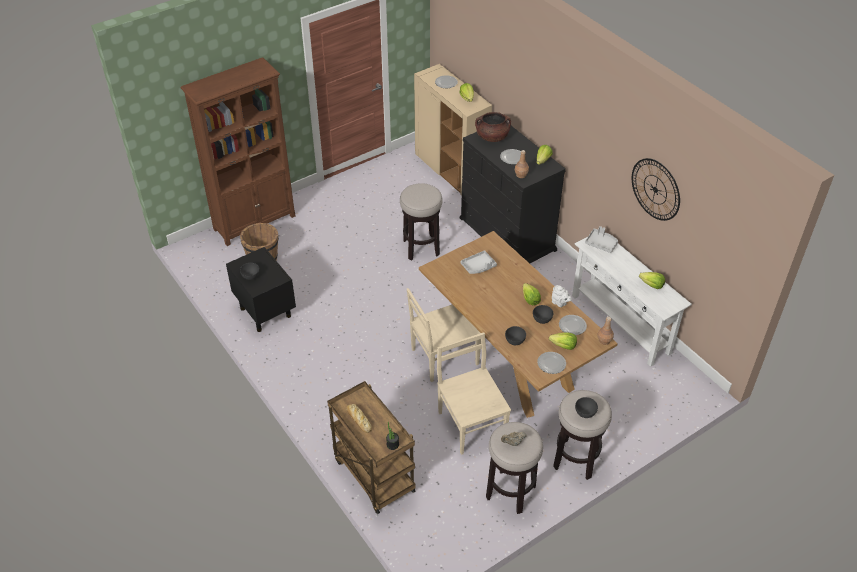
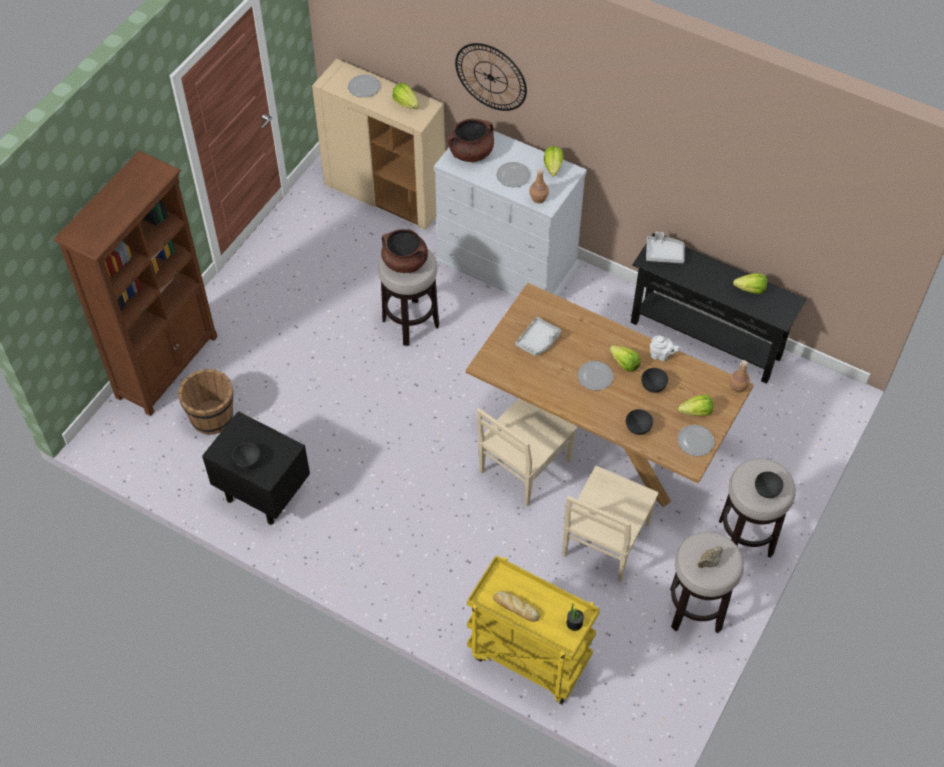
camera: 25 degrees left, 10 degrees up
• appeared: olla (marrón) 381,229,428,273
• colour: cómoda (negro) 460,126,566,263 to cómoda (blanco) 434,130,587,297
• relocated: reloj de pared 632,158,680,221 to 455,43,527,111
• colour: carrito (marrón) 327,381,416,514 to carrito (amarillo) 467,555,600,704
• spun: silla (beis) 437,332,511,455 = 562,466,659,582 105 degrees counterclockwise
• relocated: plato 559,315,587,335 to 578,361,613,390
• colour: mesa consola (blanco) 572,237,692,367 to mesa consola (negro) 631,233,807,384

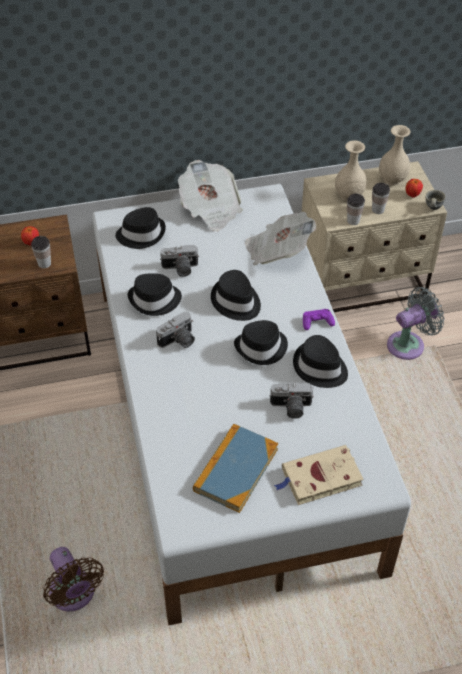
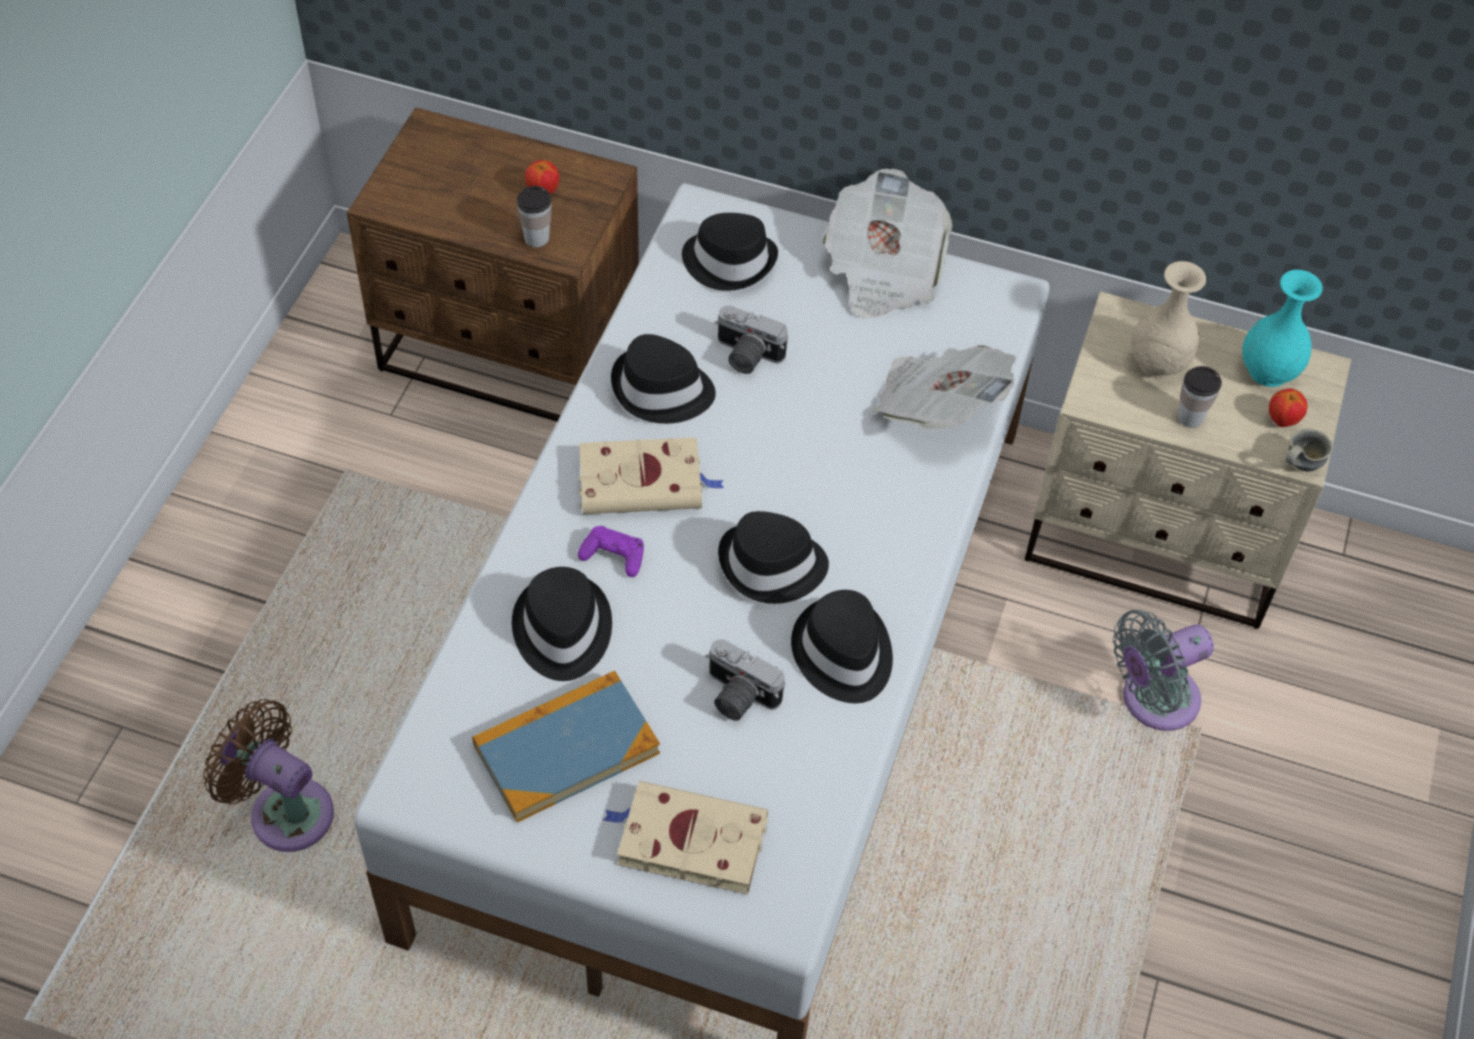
camera: 30 degrees right, 5 degrees up
• spun: ventilador (marrón) 43,547,104,611 = 203,699,334,852 120 degrees clockwise
• relocated: sombrero (negro) 211,270,261,321 to 512,567,612,681
• relocated: mando de consola (morado) 303,309,335,330 to 578,526,644,577
• exchanged: cámara 156,311,195,348 to libro (beis) 579,437,724,514
• spun: ventilador (gris) 387,287,444,360 = 1113,610,1214,731 150 degrees clockwise
• colour: florero (beis) 379,125,410,186 to florero (turquesa) 1242,270,1323,387
• missing: taza 347,194,365,225

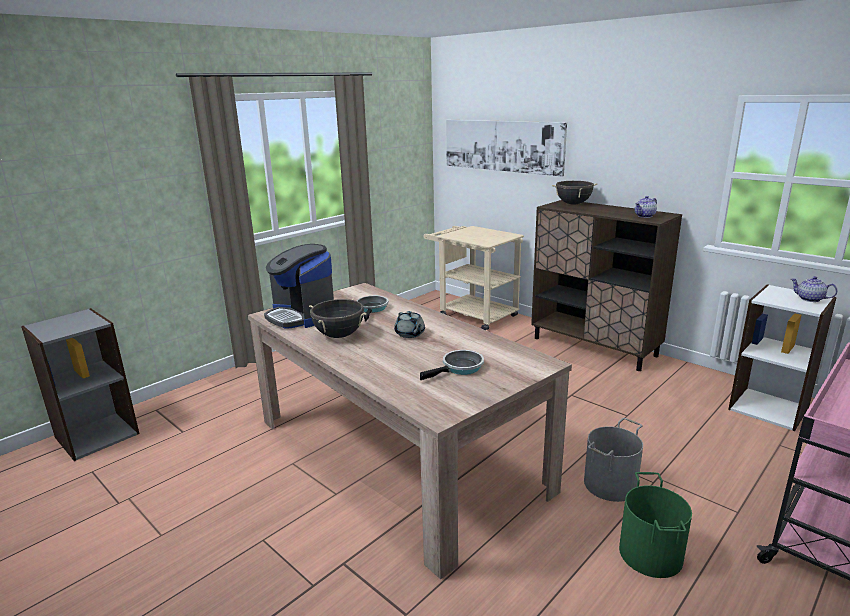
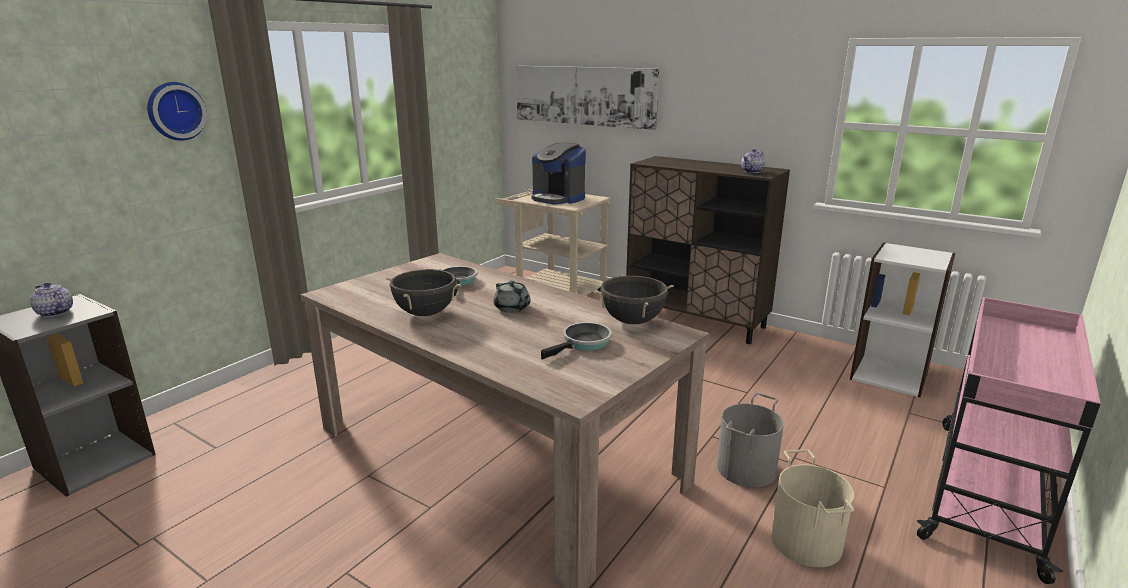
camera: 10 degrees left, 0 degrees up
• relocated: tetera 791,276,837,302 to 30,282,73,317
• appeared: reloj de pared 147,82,207,141
• relocated: cafetera 264,244,334,329 to 531,143,586,204
• relocated: olla (negro) 552,181,597,205 to 593,274,674,324
• colour: cubo (verde) 619,472,692,578 to cubo (beis) 771,450,854,567

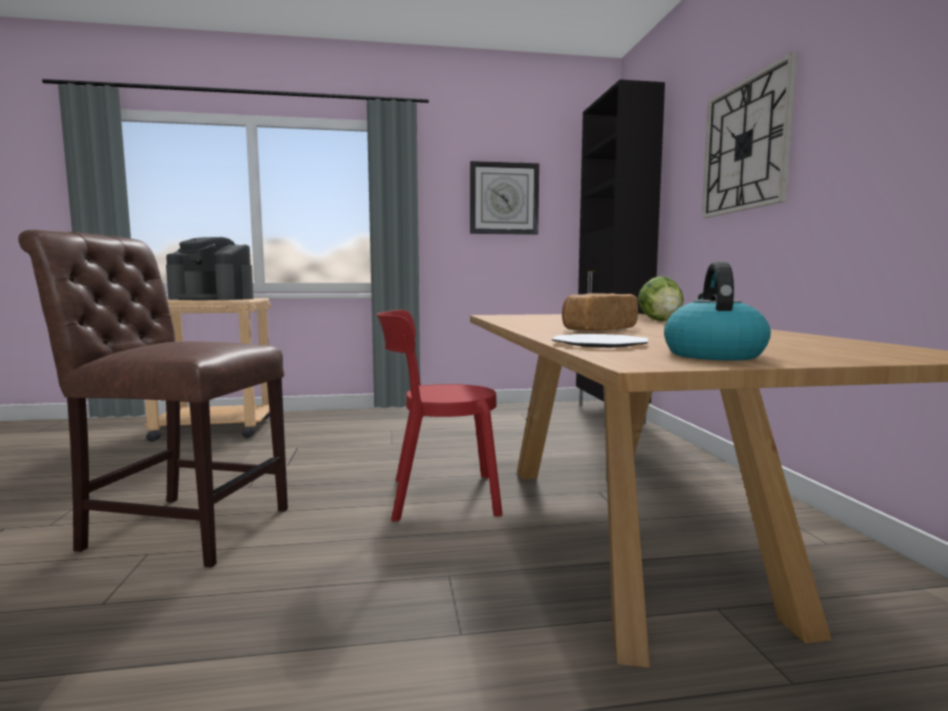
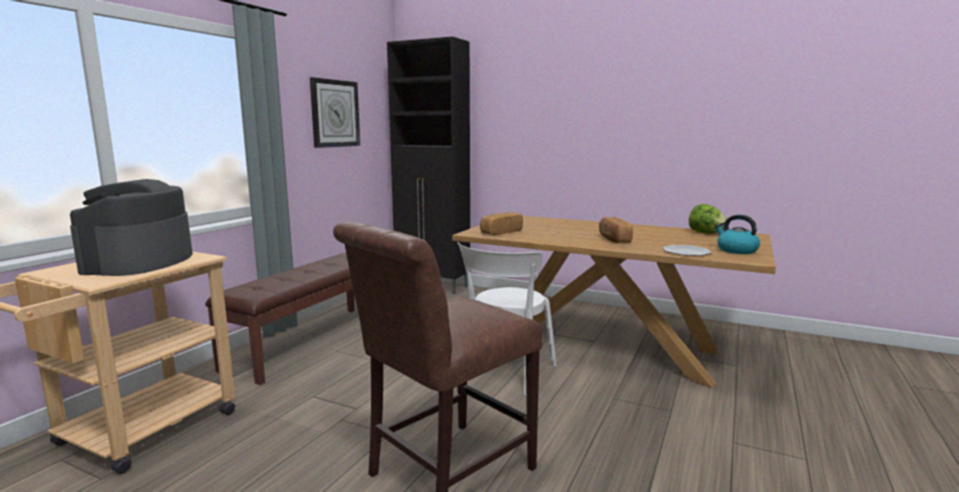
camera: 55 degrees left, 5 degrees up
• spun: cafetera 166,237,254,300 = 70,179,193,276 135 degrees clockwise
• appeared: banco (marrón) 205,253,355,385
• colour: silla (rojo) 376,310,503,522 to silla (blanco) 458,243,557,395
• appeared: pan 480,212,523,235
• relocated: lechuga 638,276,684,321 to 689,204,727,234
• missing: reloj de pared 702,52,798,218

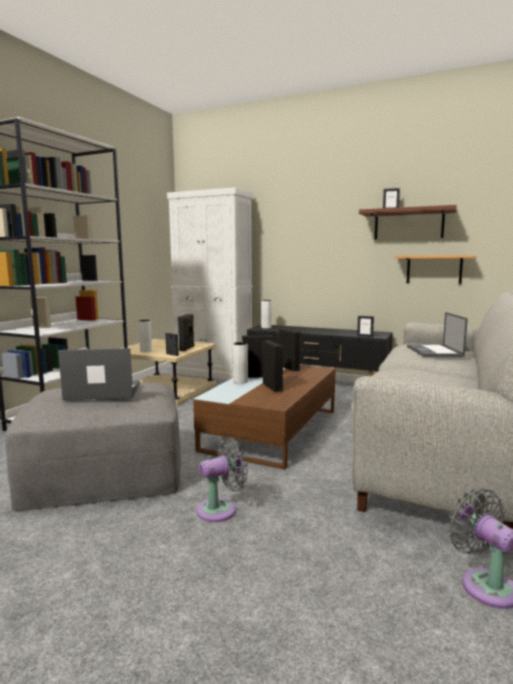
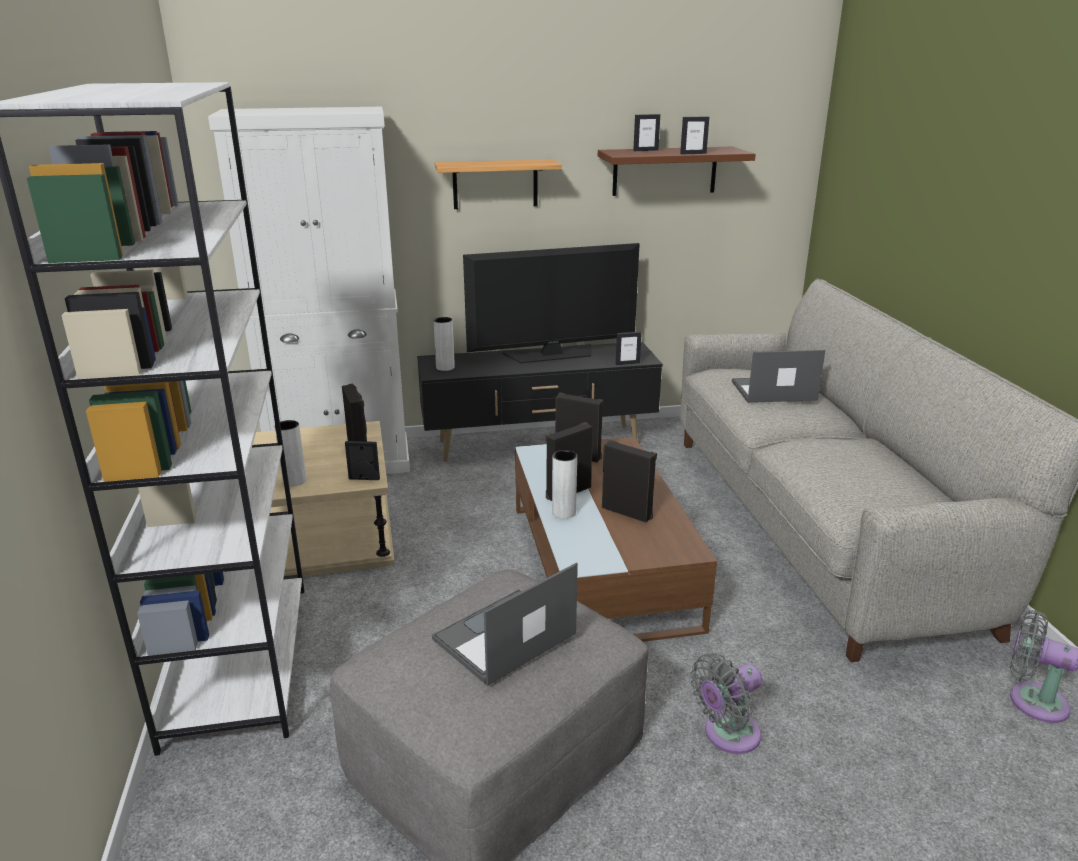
camera: 35 degrees left, 15 degrees up
• relocated: estante 395,255,476,284 to 435,159,562,209
• appeared: televisor 463,243,640,363
• appeared: portarretratos 680,117,709,154
• spun: ventilador (gris) 197,437,248,522 = 690,653,762,754 150 degrees counterclockwise
• spun: portátil 407,312,468,357 = 732,350,825,403 120 degrees clockwise

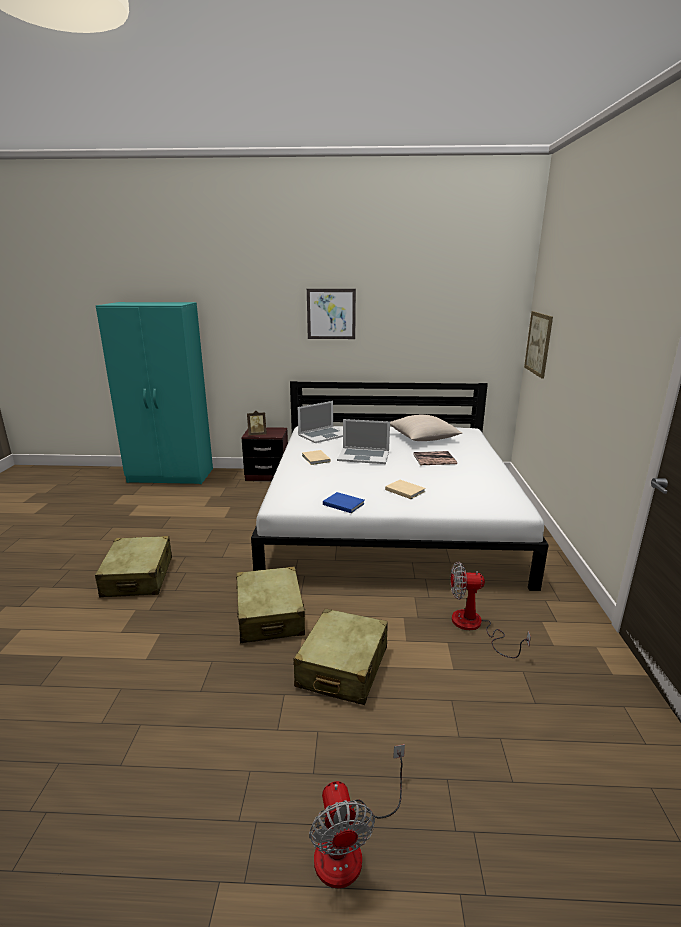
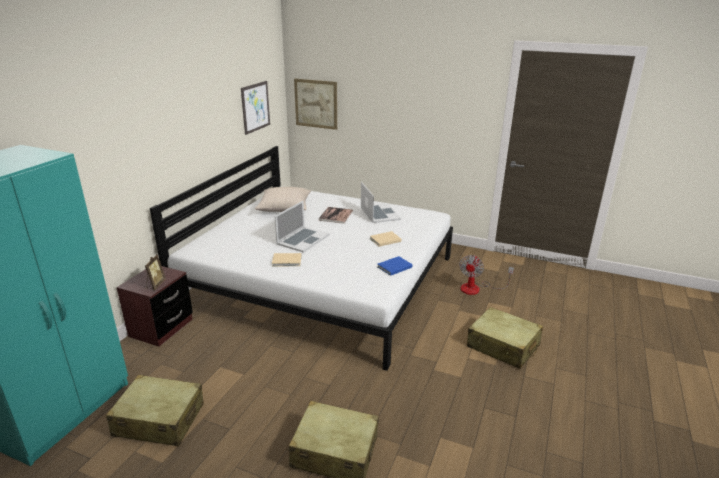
camera: 70 degrees left, 5 degrees up
• relocated: maleta (beis) 236,566,306,643 to 106,374,204,446
• relocated: cuadro 307,289,356,339 to 241,81,270,135
• relocated: portátil 298,401,343,443 to 361,182,401,223
• missing: ventilador 309,744,405,888

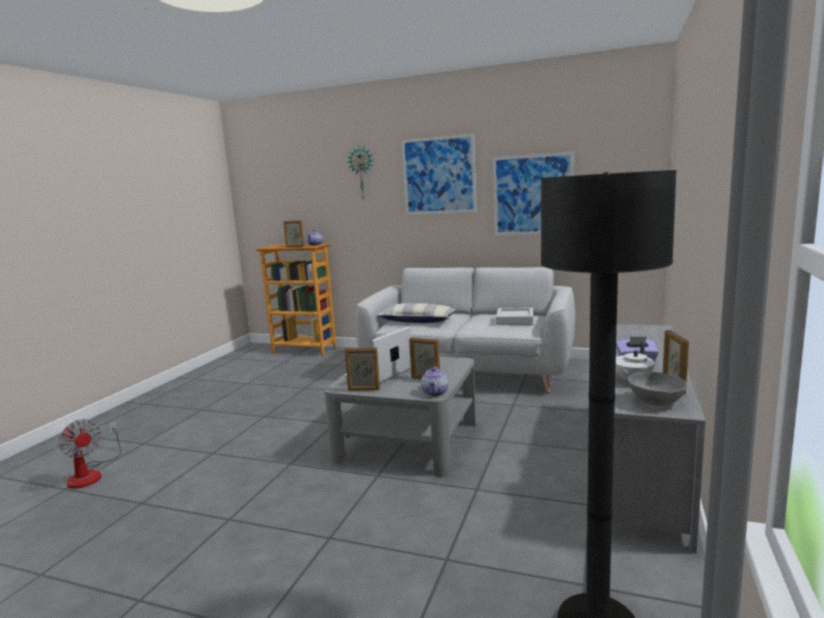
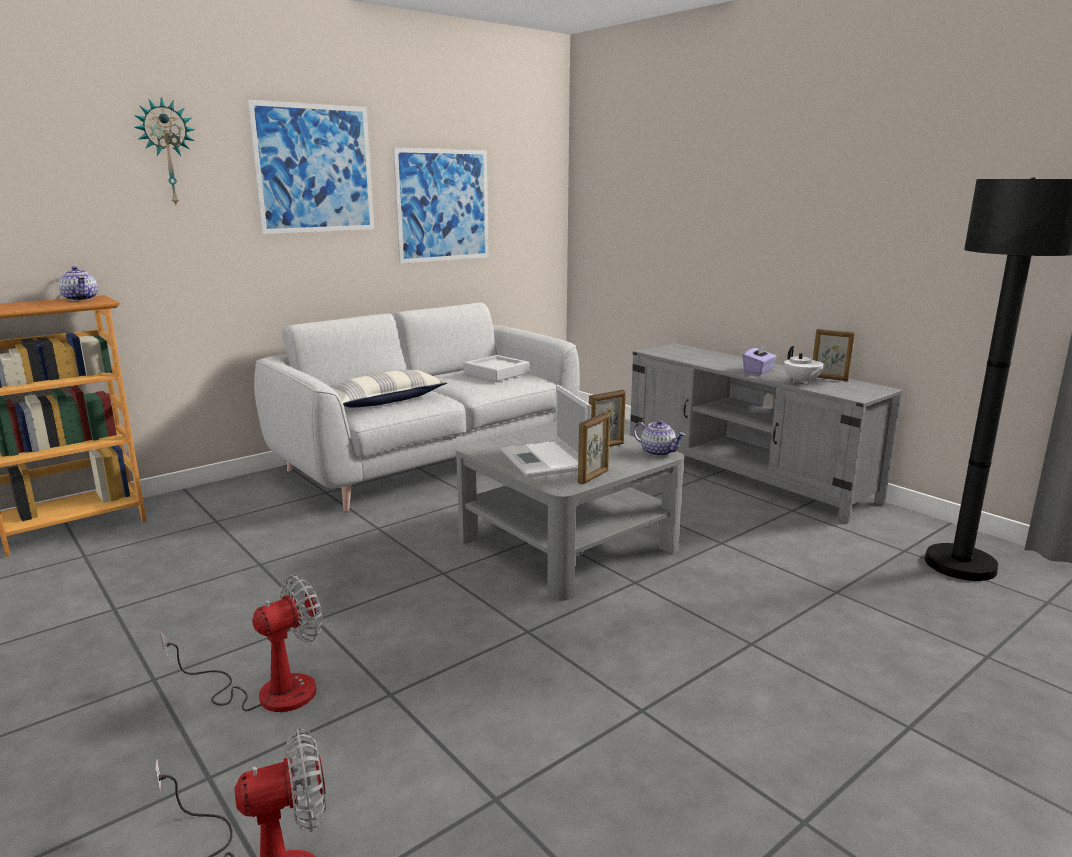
camera: 60 degrees left, 5 degrees up
• appeared: ventilador 160,575,322,712
• missing: portarretratos 283,220,304,247
• missing: cuenco (gris) 628,372,687,406

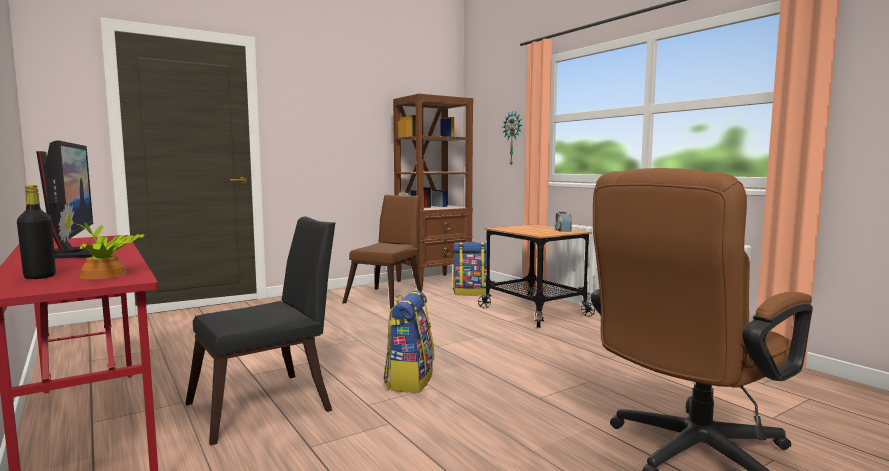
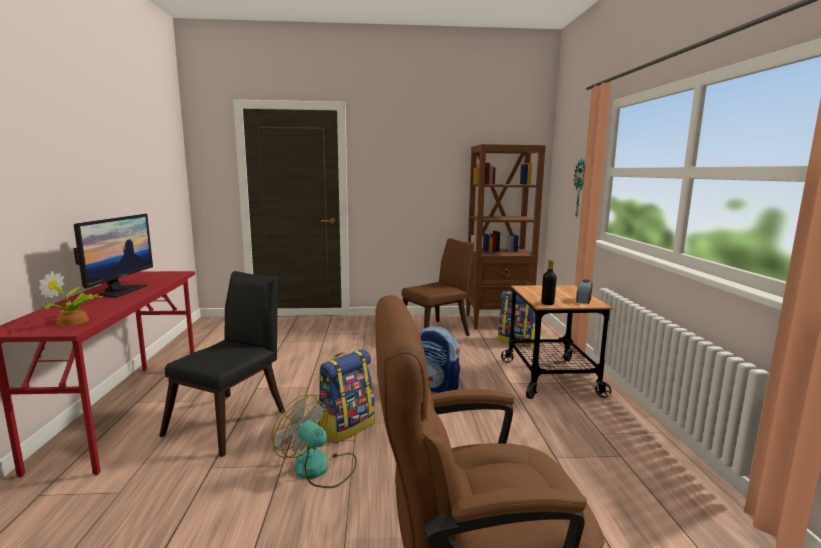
camera: 30 degrees right, 5 degrees up
• spun: silla (negro) 185,216,335,446 = 159,271,285,457 60 degrees counterclockwise
• appeared: ventilador 271,394,357,488
• appeared: mochila 419,326,460,393
• relocated: botella (negro) 17,185,56,279 to 542,259,557,305

